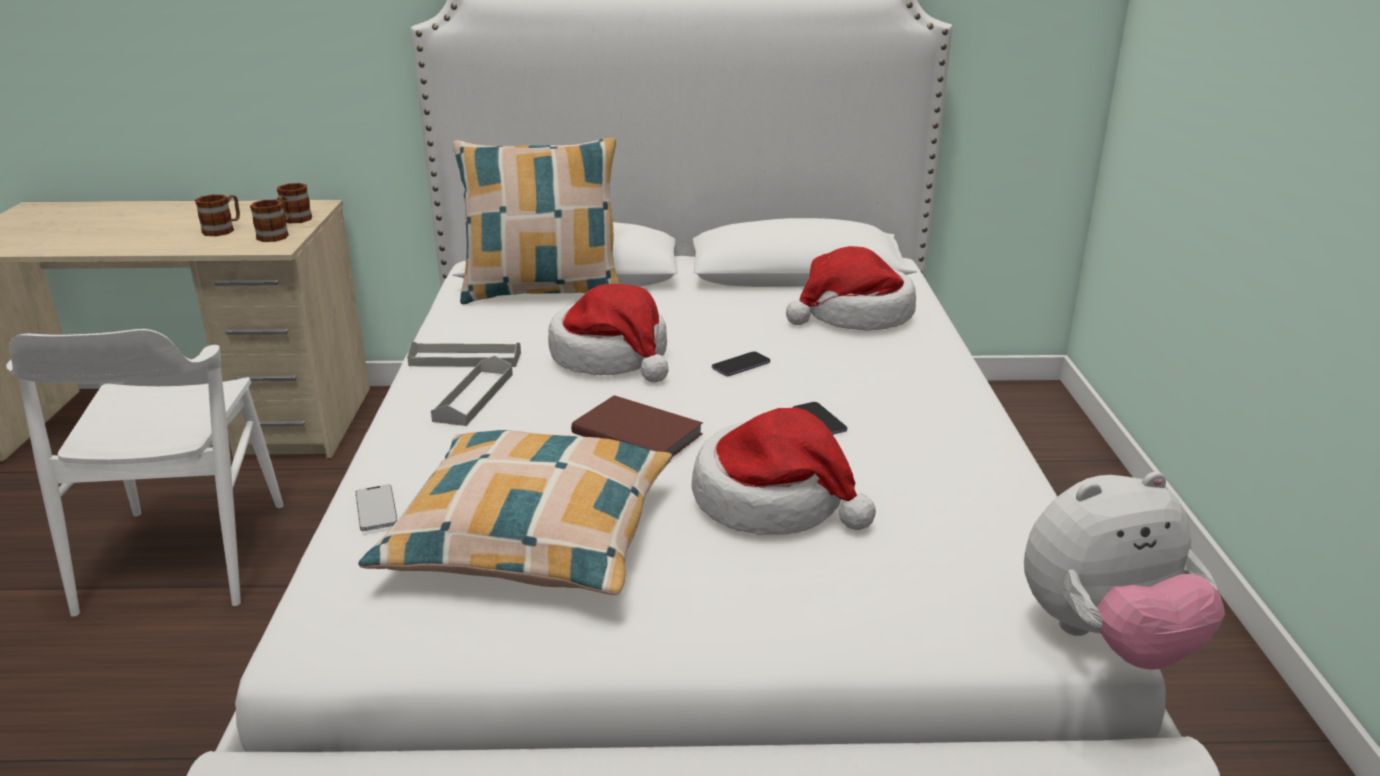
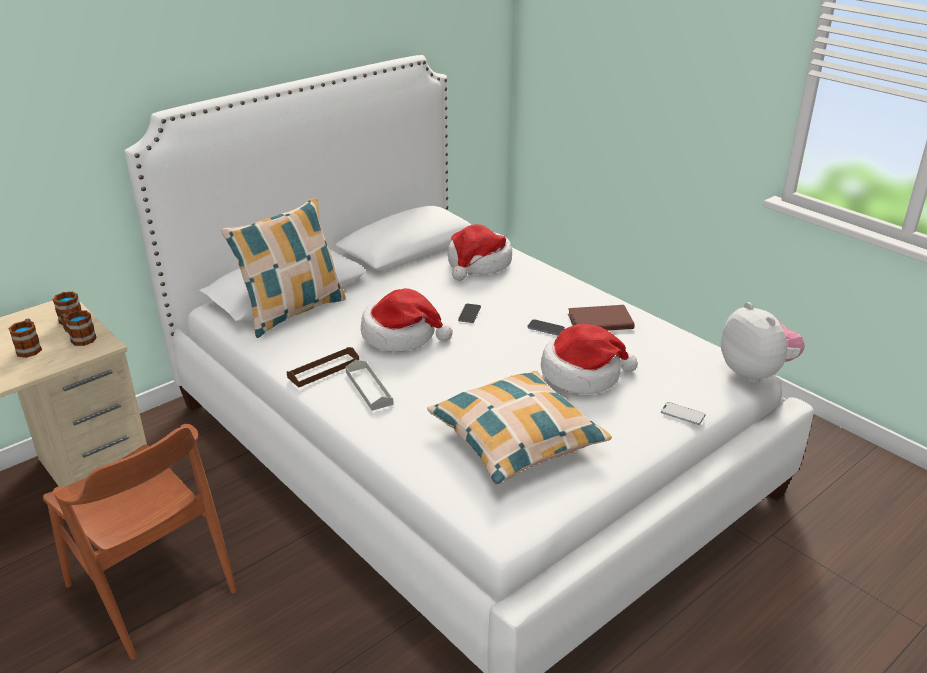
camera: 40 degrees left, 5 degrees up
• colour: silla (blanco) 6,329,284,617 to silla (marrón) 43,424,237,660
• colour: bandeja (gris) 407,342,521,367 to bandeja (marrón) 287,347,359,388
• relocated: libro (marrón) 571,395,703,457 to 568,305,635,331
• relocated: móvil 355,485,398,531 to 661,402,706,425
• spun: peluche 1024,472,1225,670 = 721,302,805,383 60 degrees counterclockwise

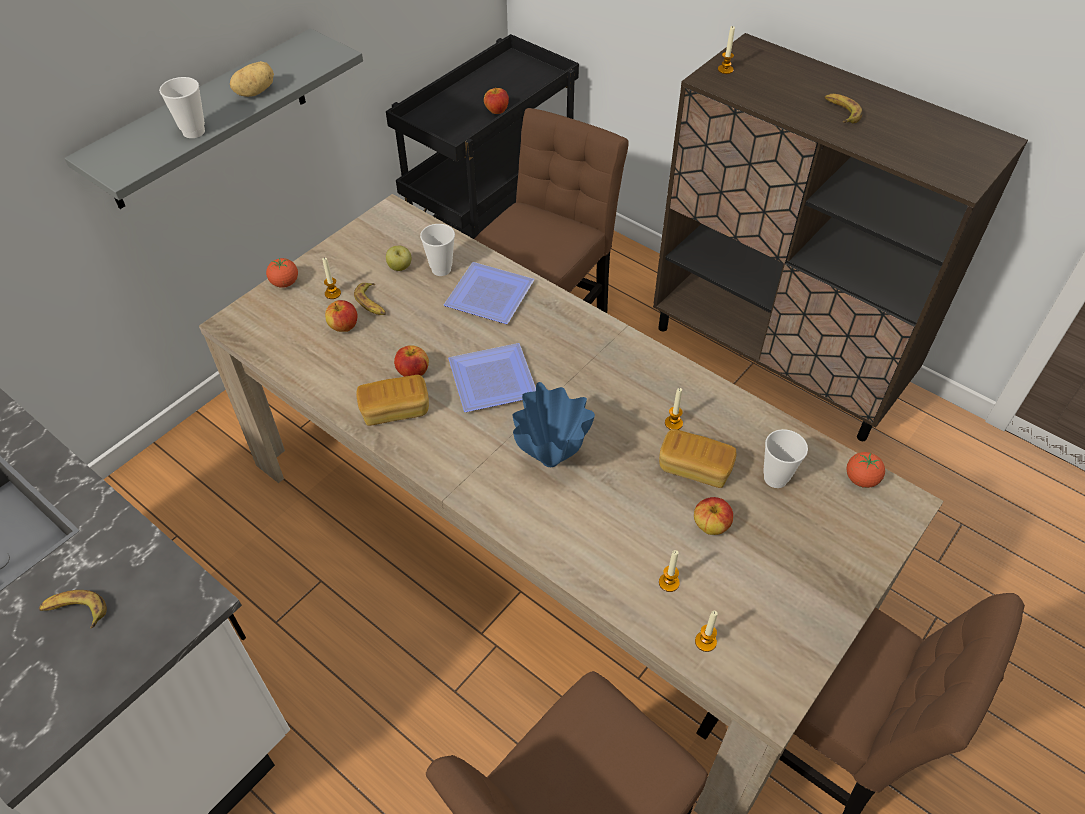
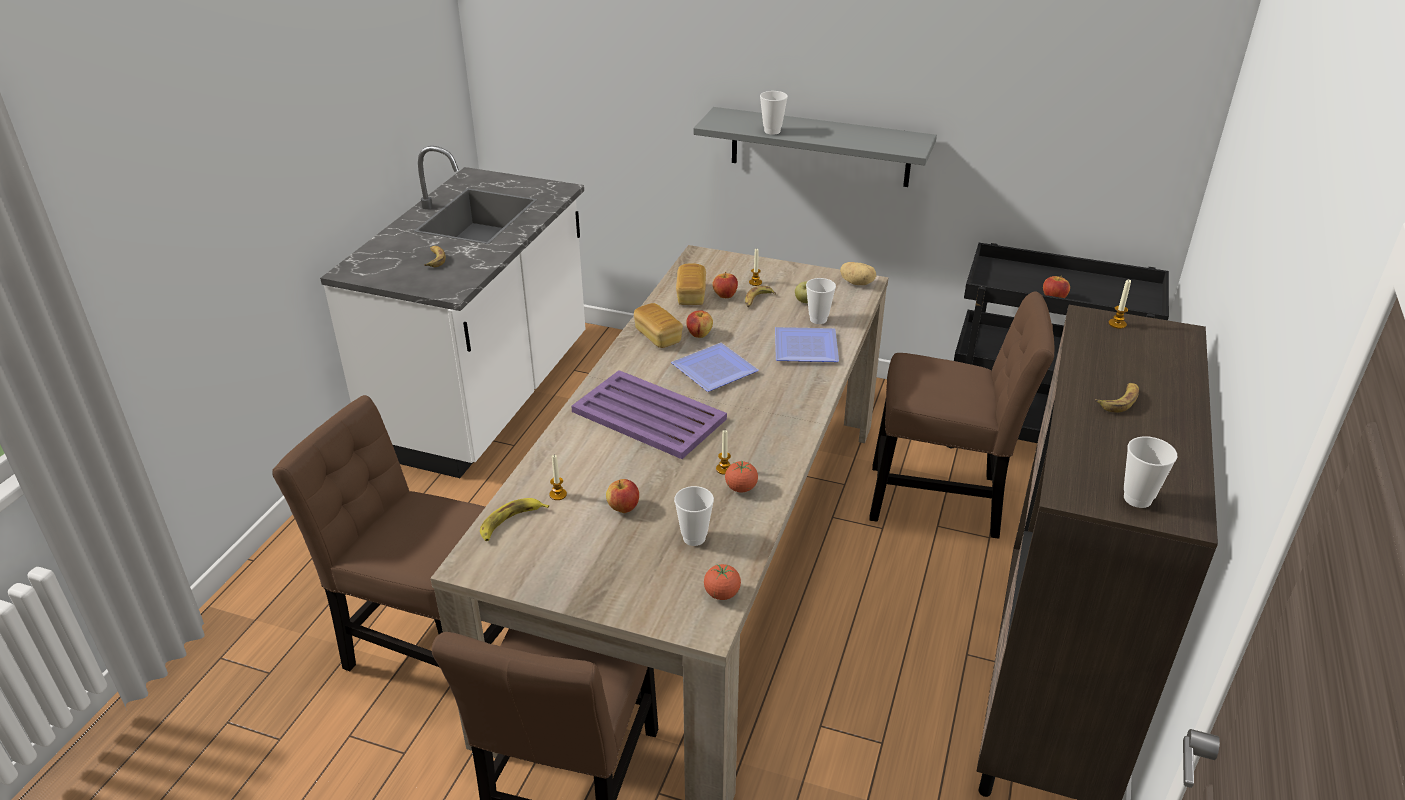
camera: 70 degrees right, 15 degrees down
• exchanged: vela 695,611,718,652 to plátano 480,498,549,541
• exchanged: florero (azul) 512,382,595,467 to bandeja (morado) 571,370,727,459
• relocated: pan 659,429,736,488 to 676,264,706,305
• relocated: tomate 266,258,298,288 to 725,460,758,492
• relocated: patata 230,61,274,97 to 840,262,876,285
• appeared: taza 1124,436,1177,508

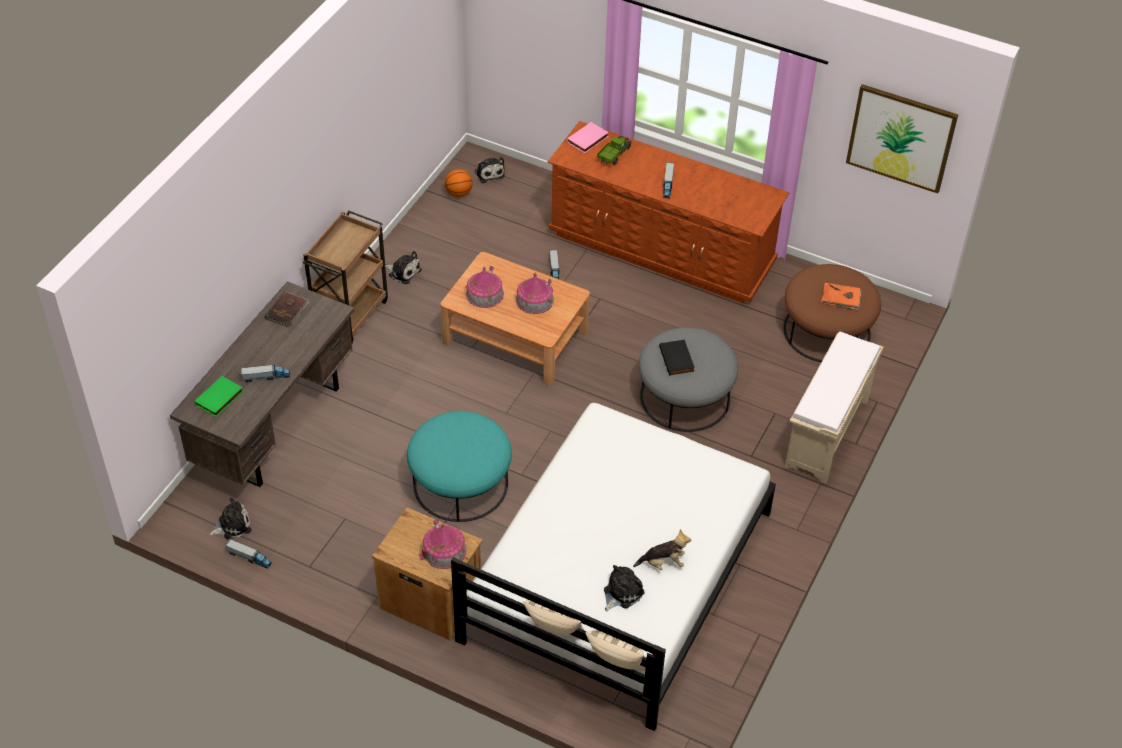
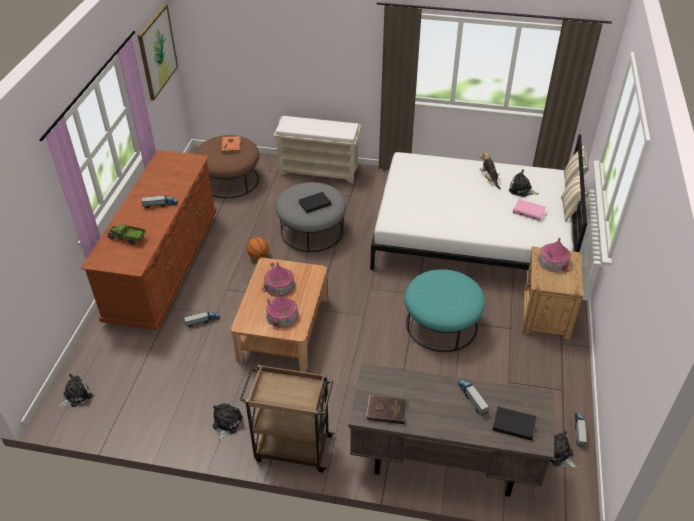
camera: 105 degrees left, 5 degrees down
• relocated: balón de baloncesto 445,169,473,197 to 247,237,269,260
• colour: libro (verde) 194,376,243,417 to libro (negro) 493,406,537,441
• relocated: libro (rosa) 567,122,609,153 to 513,199,546,221

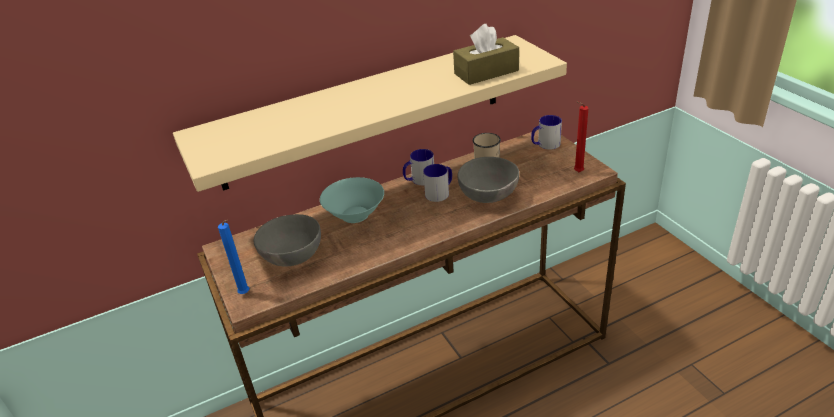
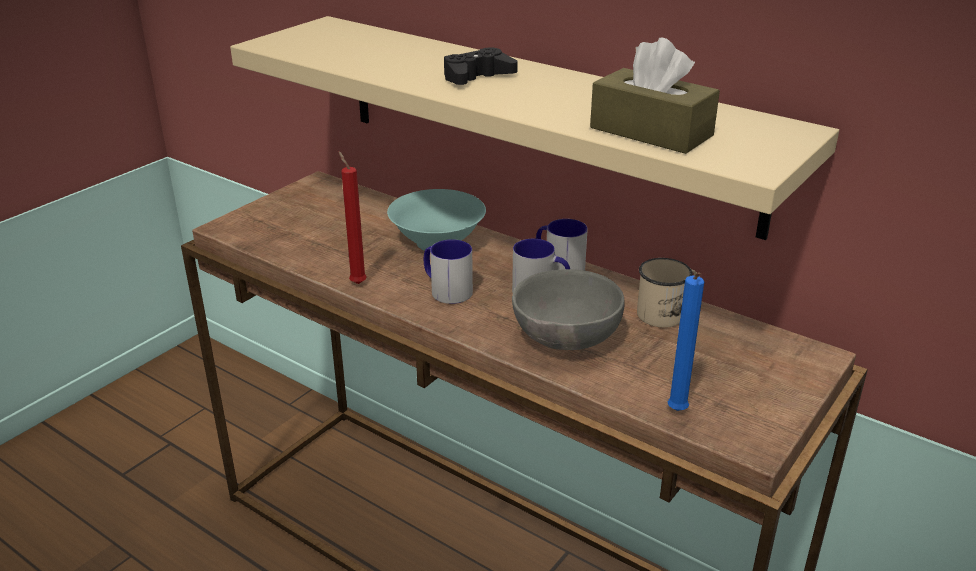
camera: 60 degrees right, 5 degrees down
• relocated: vela (rojo) 574,101,589,172 to 339,151,367,284
• relocated: taza grande 531,115,562,150 to 424,239,473,304
• appeared: mando de consola (negro) 444,48,518,85
• relocated: vela (azul) 218,220,249,294 to 667,272,704,411
• missing: cuenco (gris) 254,214,321,267

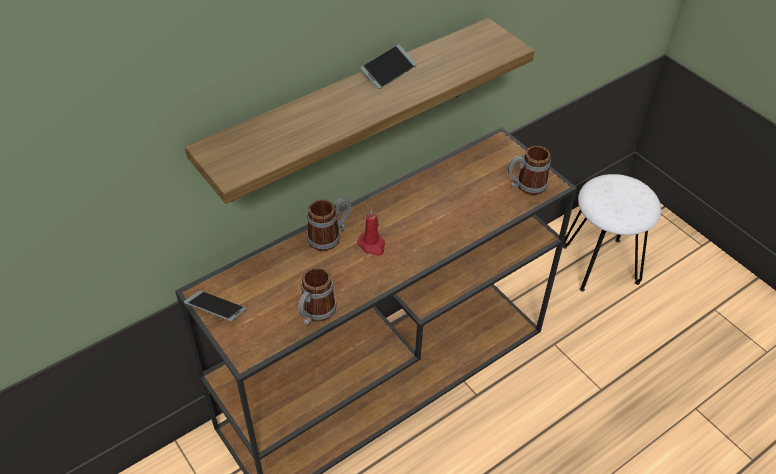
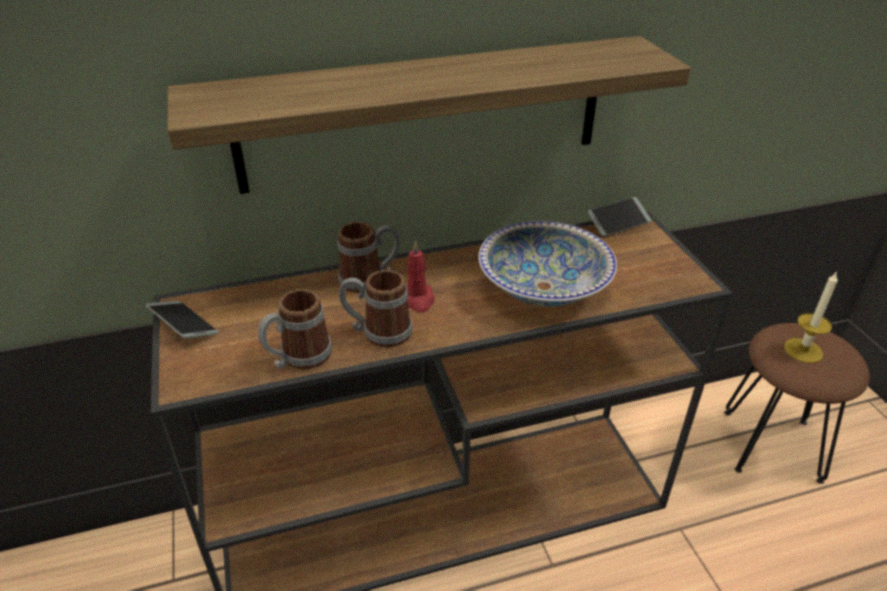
camera: 20 degrees right, 10 degrees down
• relocated: taza grande 508,146,551,195 to 339,270,413,348
• appeared: cuenco 478,221,617,307
• relocated: móvil 360,44,417,89 to 587,197,652,236
• colour: taburete (blanco) 563,174,661,292 to taburete (marrón) 724,323,870,484
• appeared: vela 784,271,838,363

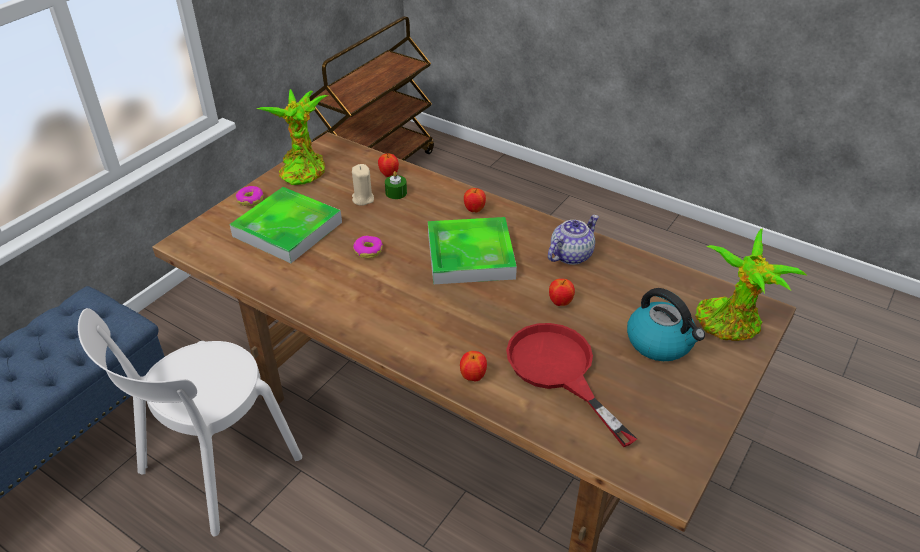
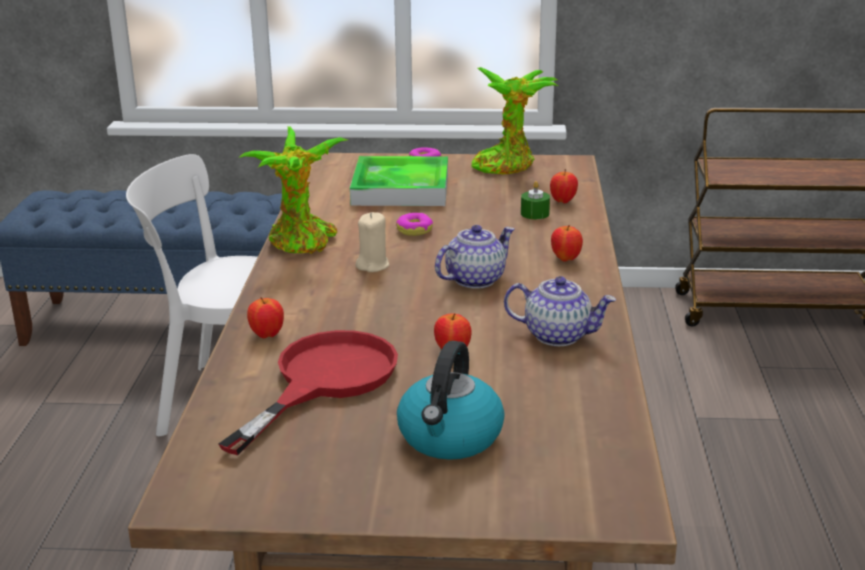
camera: 60 degrees right, 15 degrees down
• relocated: planta en maceta 695,228,808,341 to 238,126,347,254
• relocated: vela (beis) 352,164,374,206 to 355,212,389,272
• exchanged: bandeja 428,217,517,284 to tetera 435,225,515,289

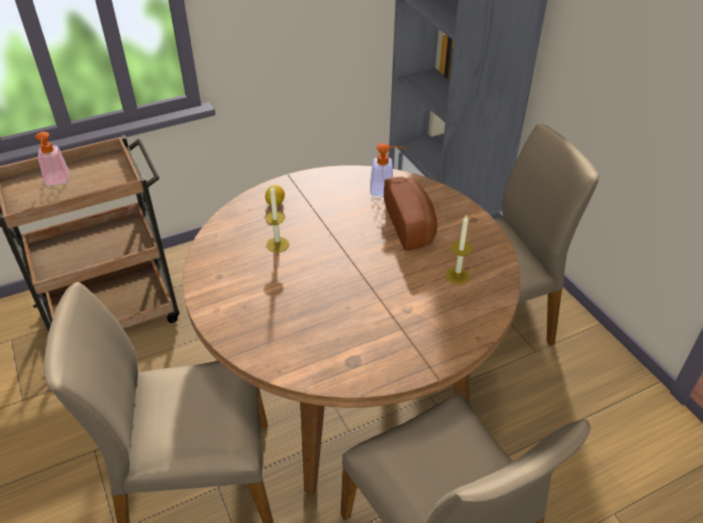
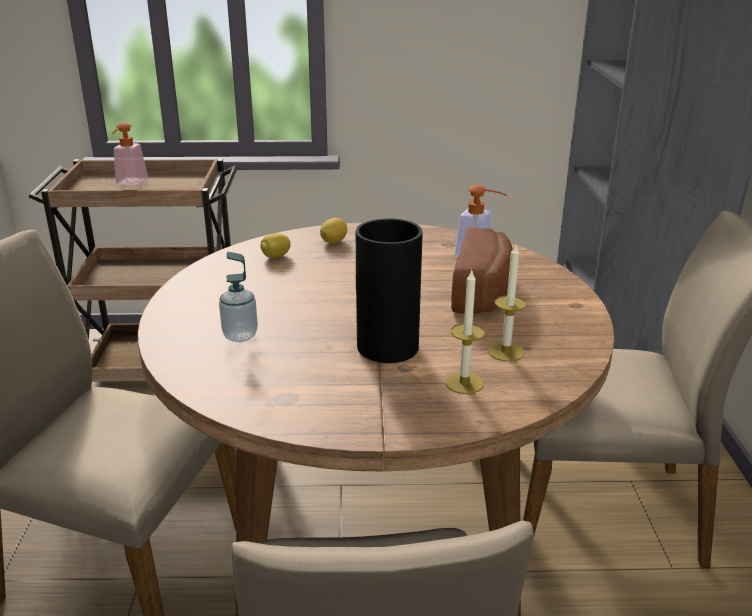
camera: 25 degrees right, 15 degrees down
• appeared: dispensador de jabón 219,252,258,342
• appeared: limón 261,233,291,258
• appeared: florero 356,218,423,363
• relocated: vela 265,185,289,253 to 445,271,485,394

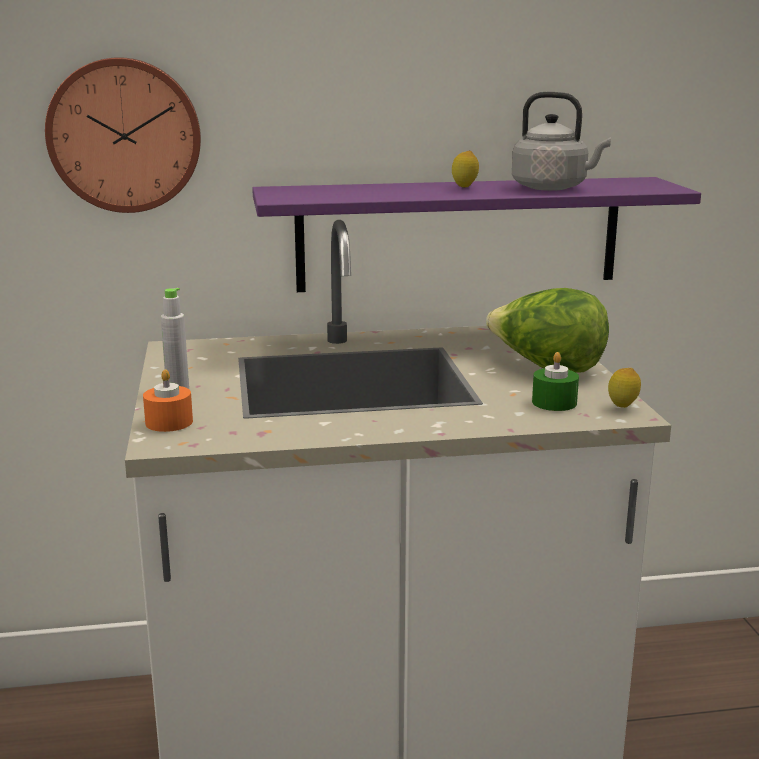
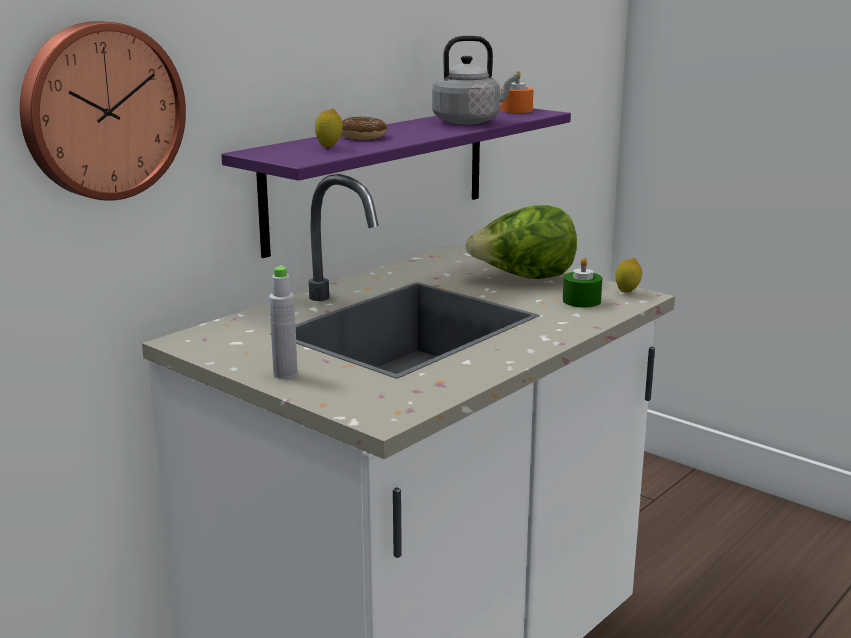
camera: 40 degrees left, 0 degrees up
• relocated: limón 452,151,479,188 to 315,109,343,147
• appeared: rosquilla 341,116,387,140
• relocated: vela (naranja) 143,369,193,432 to 500,71,534,113

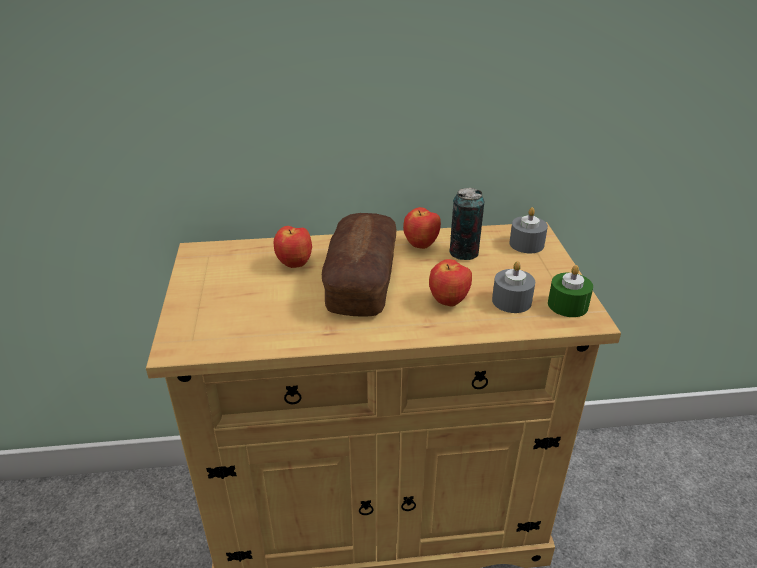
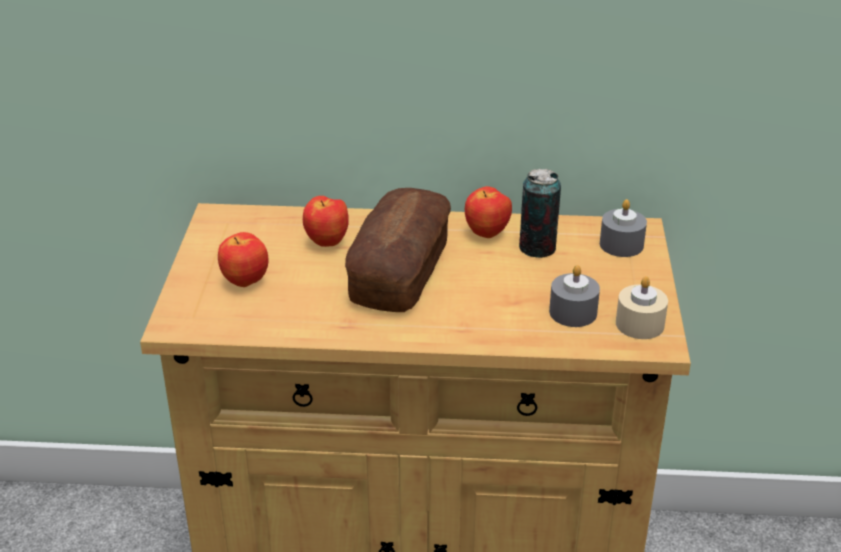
camera: 10 degrees right, 0 degrees up
• relocated: manzana 429,259,472,306 to 218,232,269,287
• colour: vela (verde) 548,265,593,317 to vela (beis) 616,276,668,339

